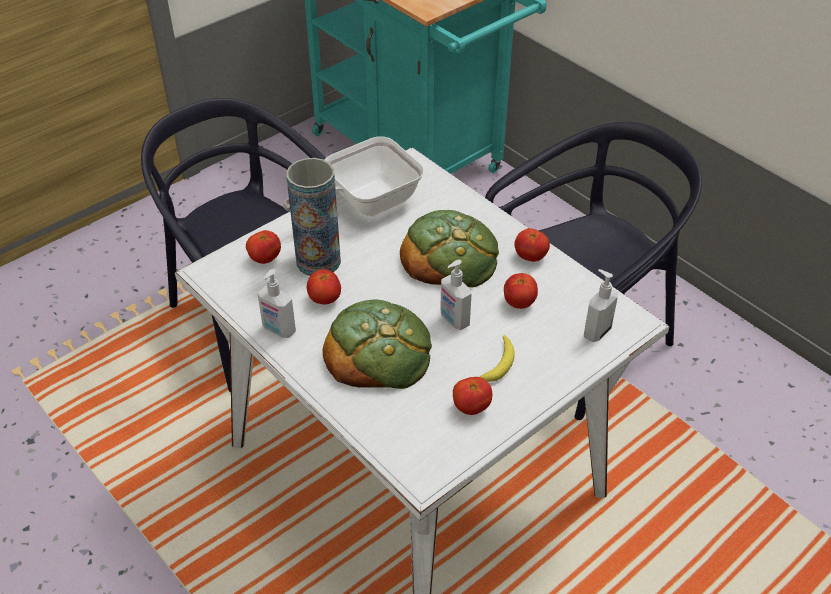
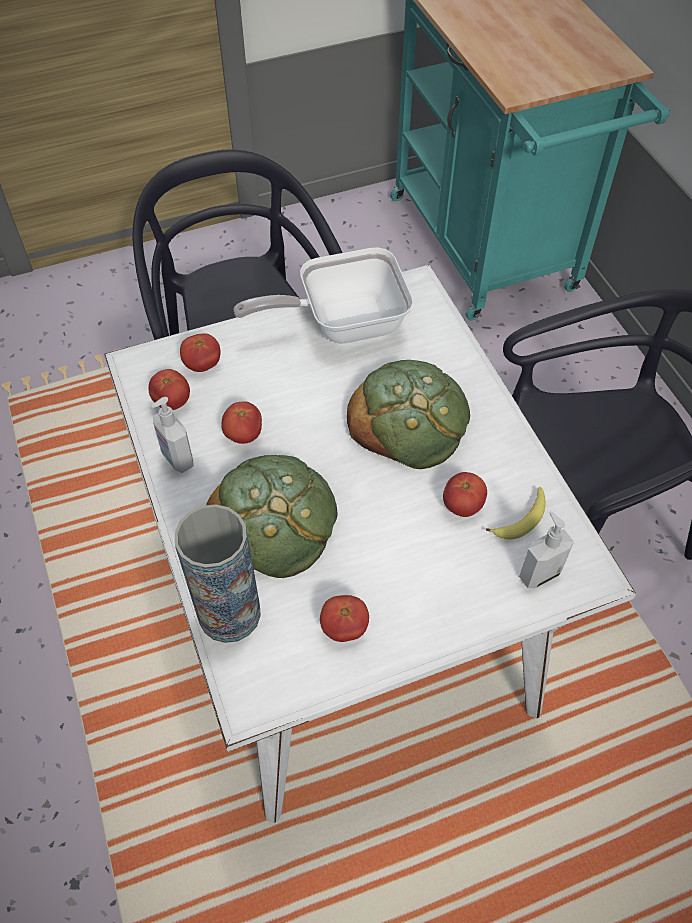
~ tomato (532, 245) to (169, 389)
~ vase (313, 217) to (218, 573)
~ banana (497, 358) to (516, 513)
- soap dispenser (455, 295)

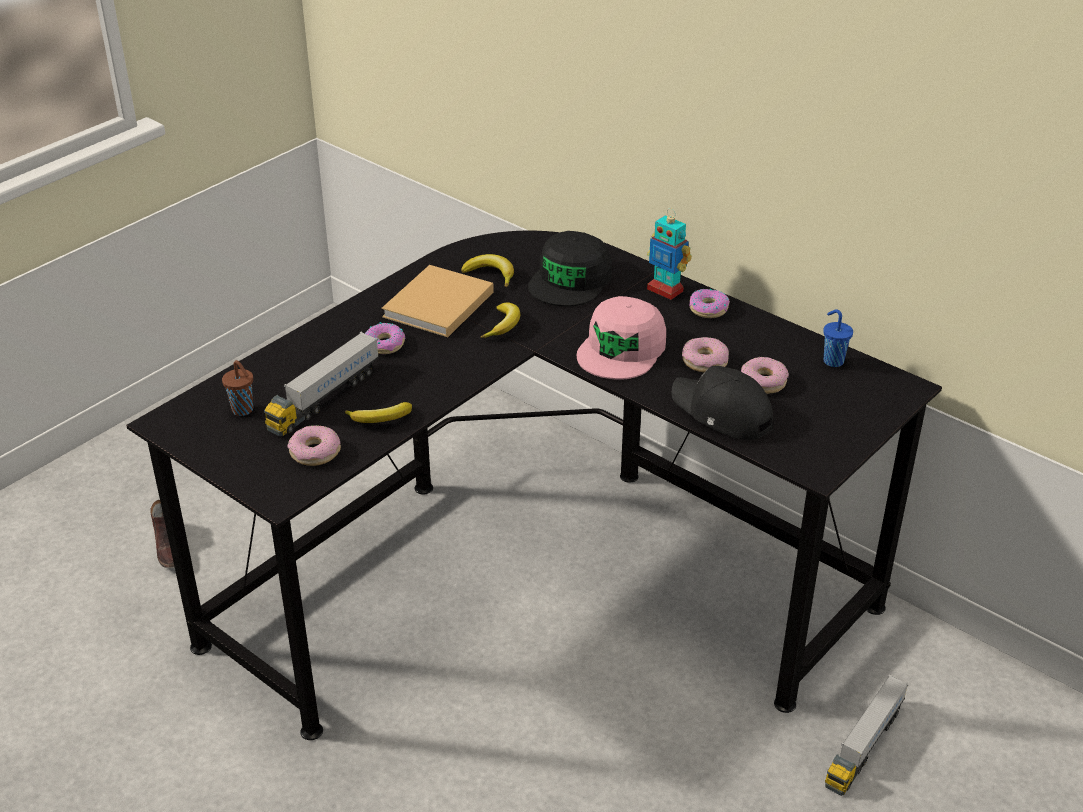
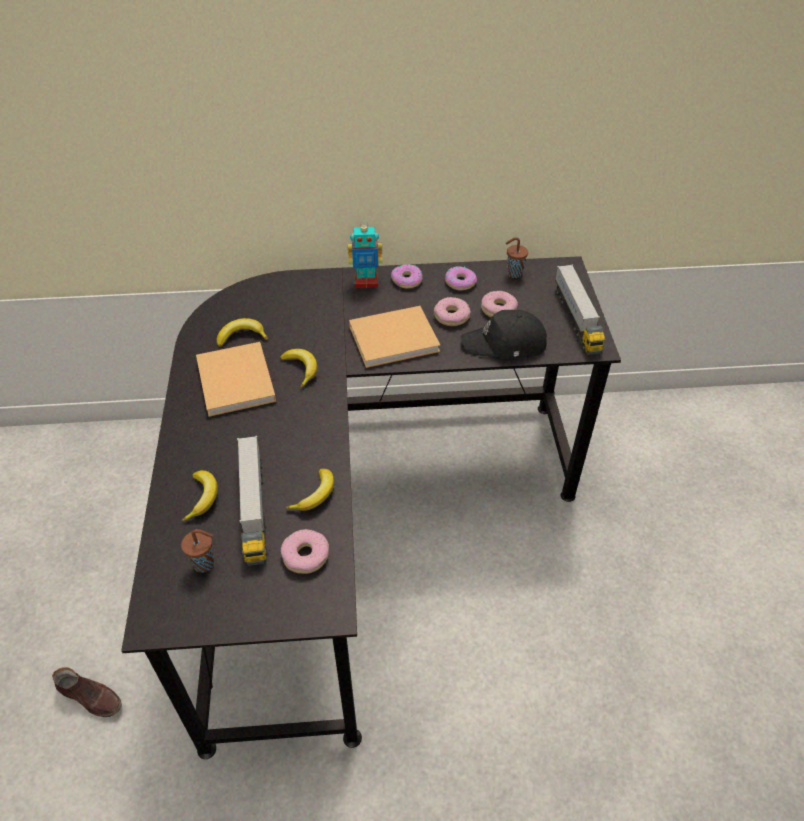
+ banana (200, 495)
~ pink cap (621, 338) to beige book (394, 337)
~ donut (385, 338) to (461, 278)
~ blue cup (838, 338) to brown cup (517, 257)
~ toy truck (867, 735) to (580, 310)
- black cap (570, 268)

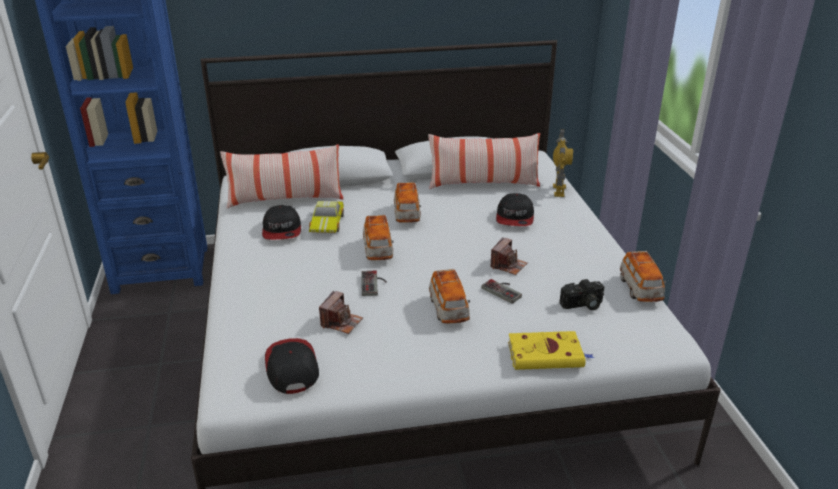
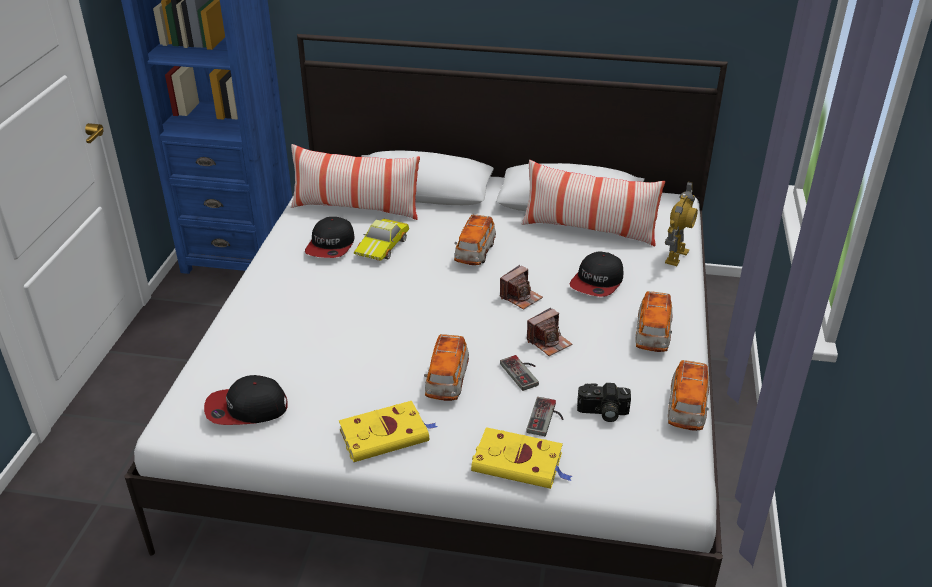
~ cap (292, 366) = (246, 400) 105 degrees counterclockwise
+ yellow book (388, 431)
~ photo camera (341, 312) to (521, 287)
~ game controller (374, 283) to (545, 416)
~ toy car (378, 237) to (654, 321)

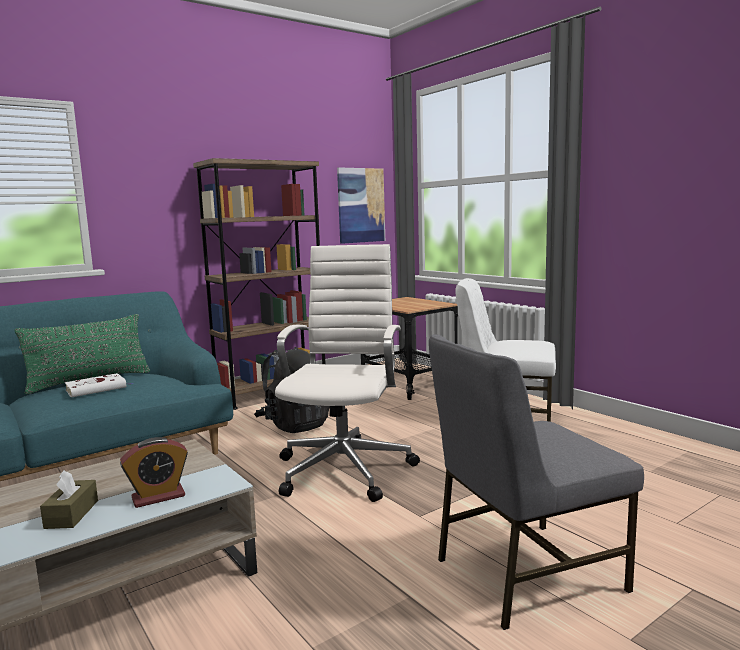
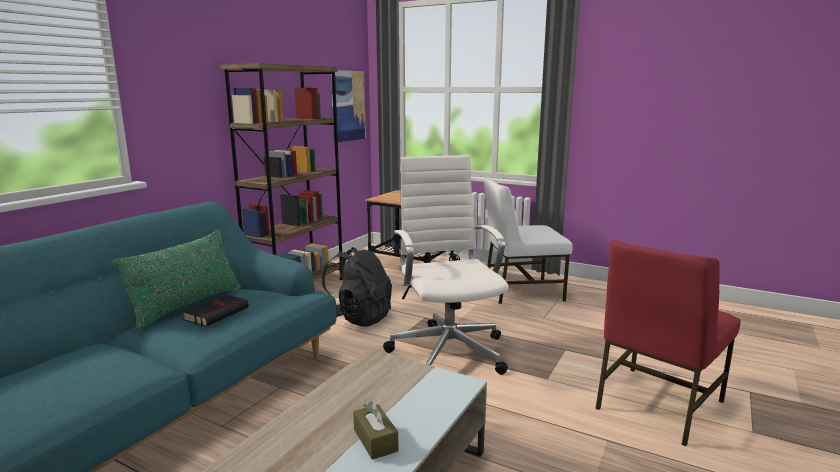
~ white book (98, 385) to black book (215, 310)
~ grey chair (536, 482) to red chair (668, 343)
- alarm clock (154, 472)

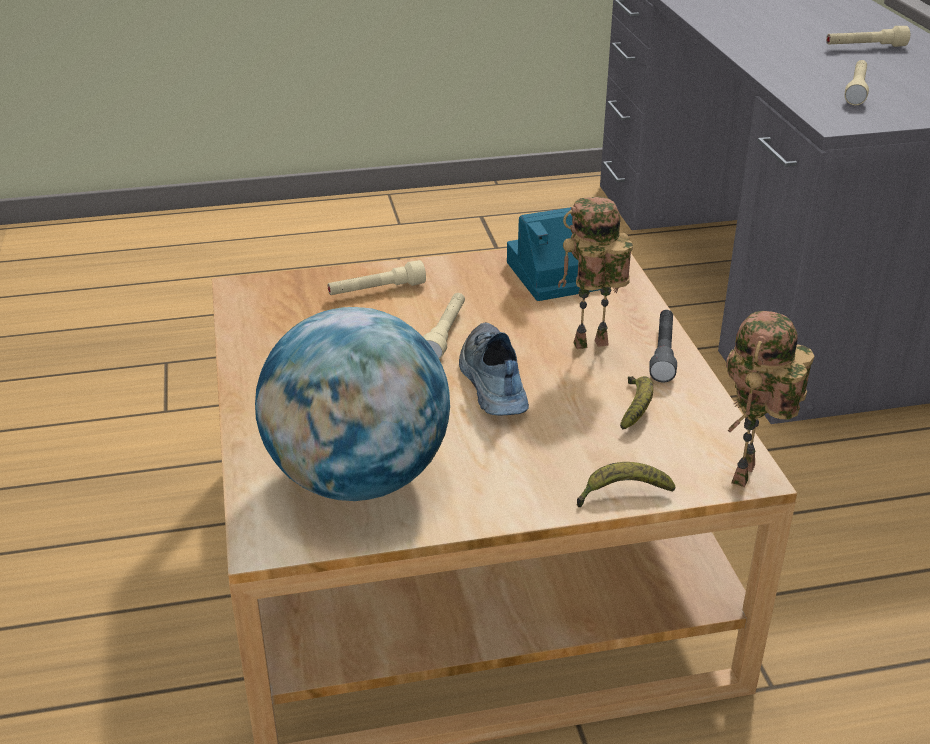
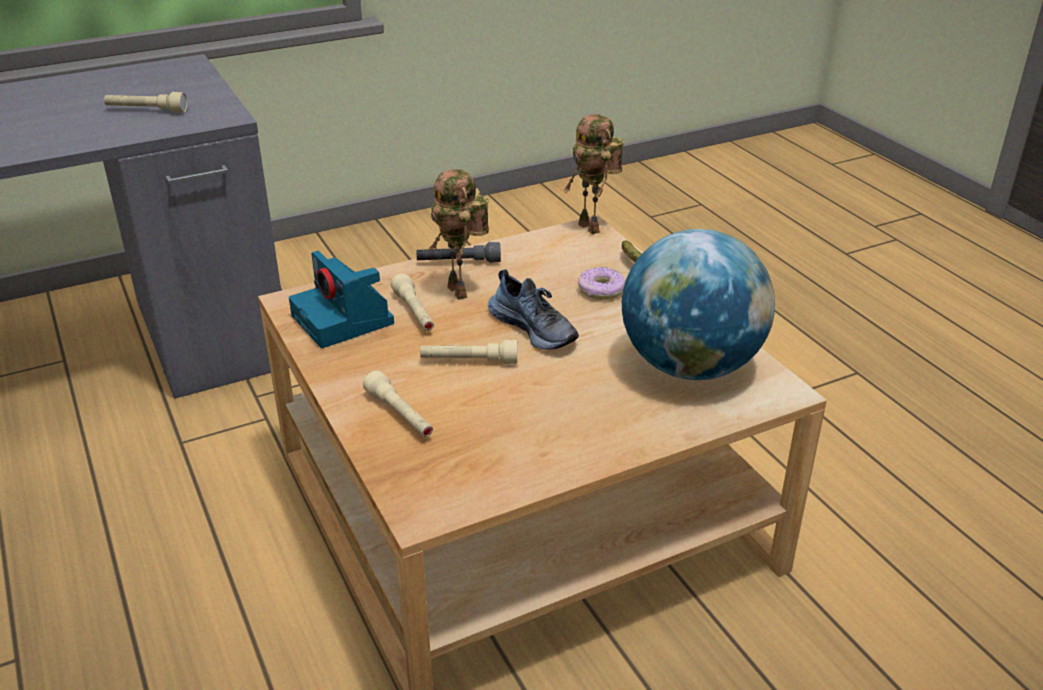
~ beige flashlight (868, 36) to (412, 302)
~ shoe (494, 368) = (533, 309) 105 degrees counterclockwise
~ toy robot (770, 399) = (594, 174) 45 degrees clockwise
+ donut (601, 283)
- banana (636, 403)

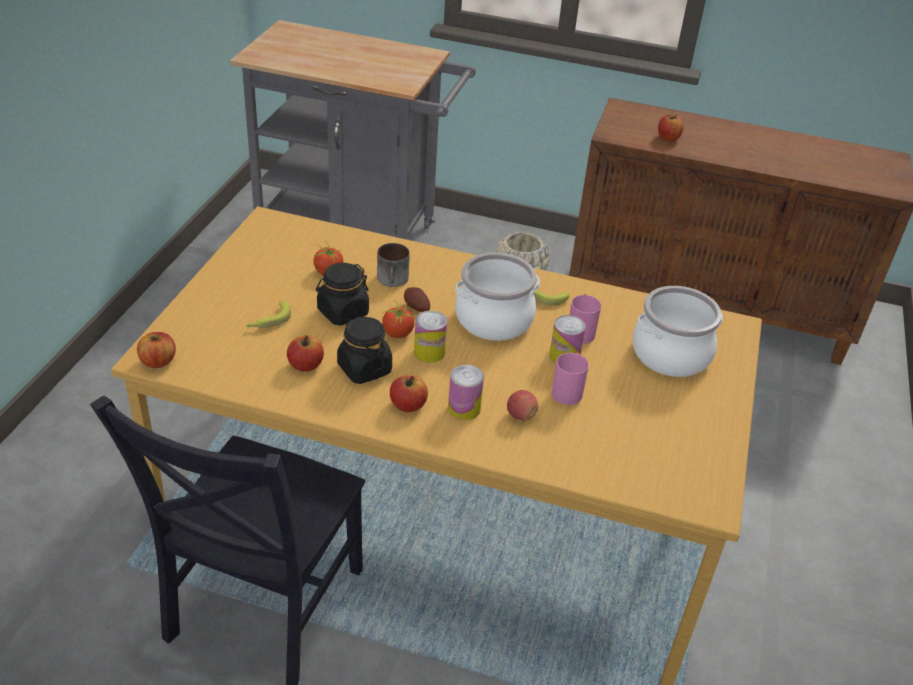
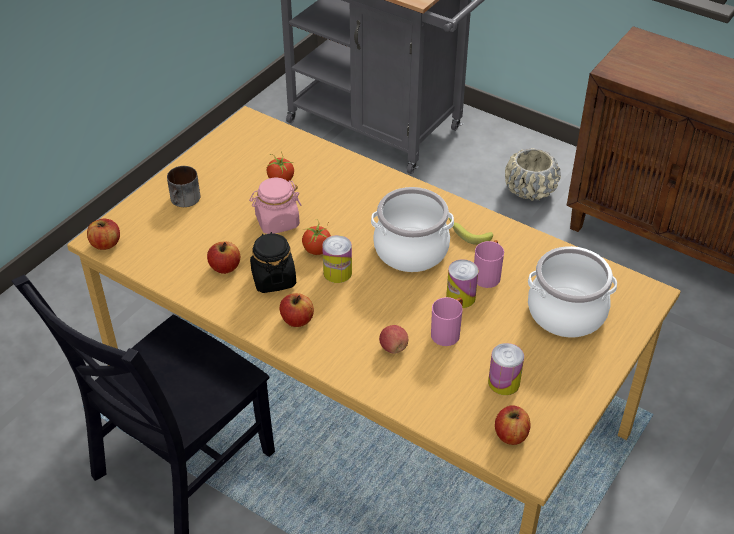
~ mug (393, 265) to (183, 186)
~ black jar (342, 294) to pink jar (275, 206)
~ can (466, 392) to (506, 369)
~ apple (670, 127) to (513, 425)
- banana (268, 314)
- potato (417, 299)

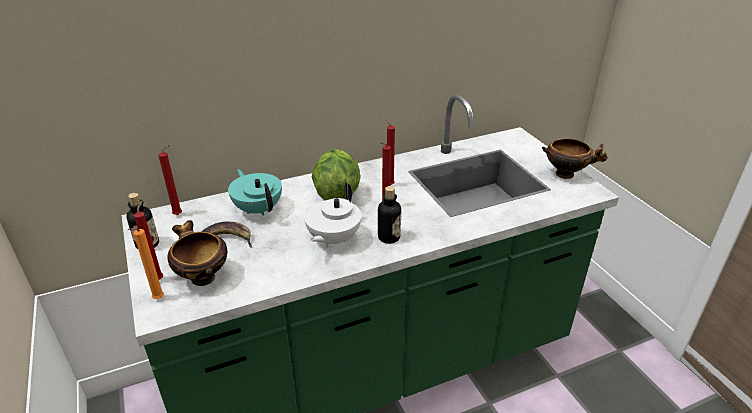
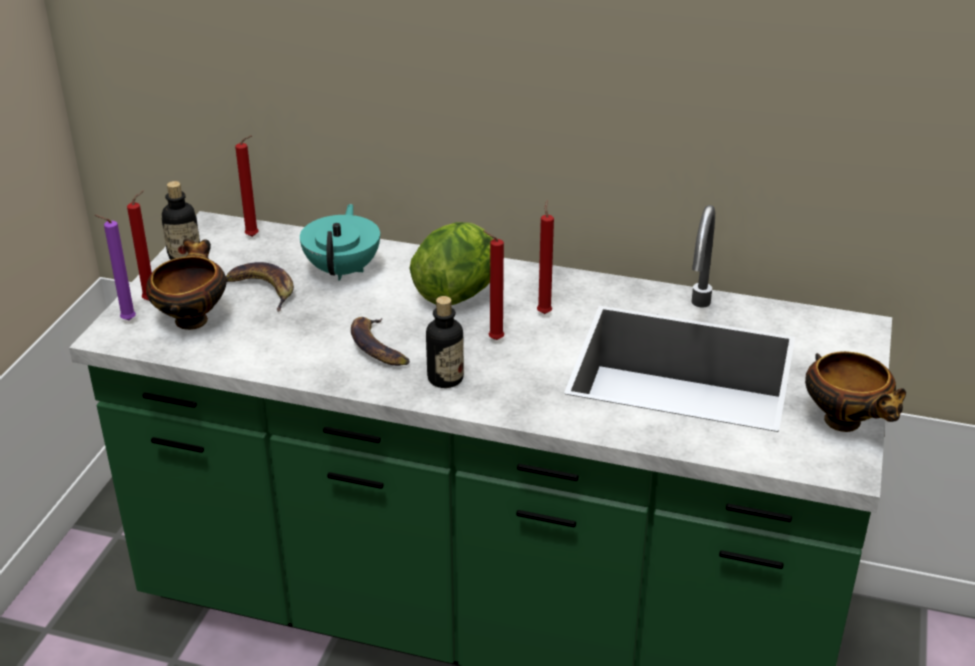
~ orange candle (146, 263) to purple candle (115, 267)
~ white teapot (333, 215) to banana (380, 341)

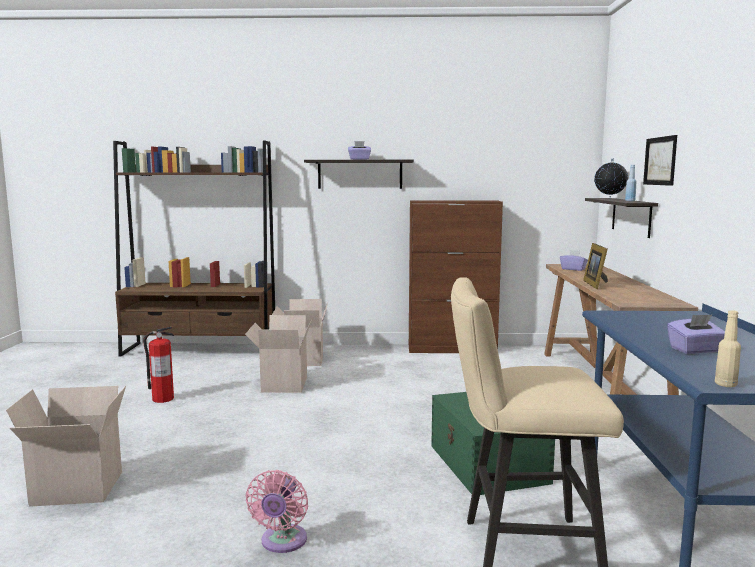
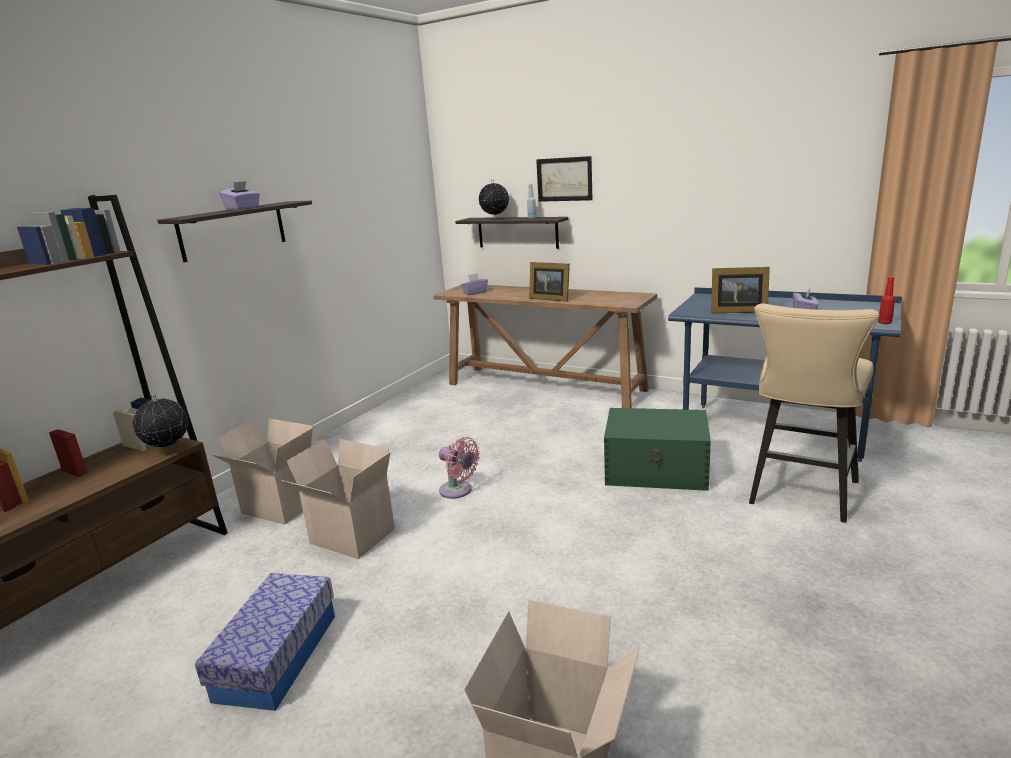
+ globe (160, 423)
~ fire extinguisher (158, 365) to storage box (265, 642)
~ pink fan (277, 511) to (459, 468)
+ picture frame (740, 290)
~ beige bottle (728, 348) to red bottle (886, 300)
- brown cabinet (456, 276)

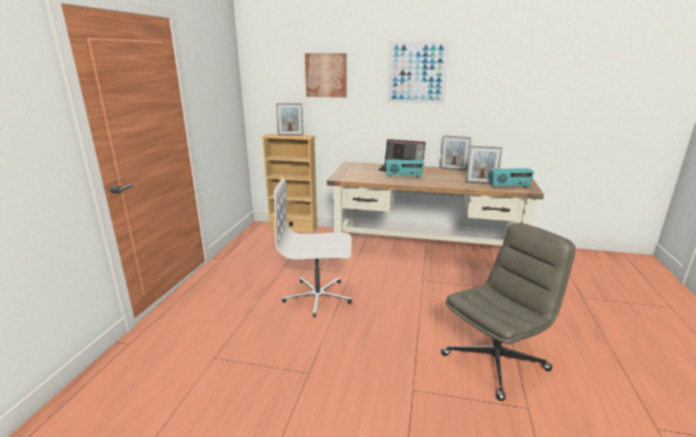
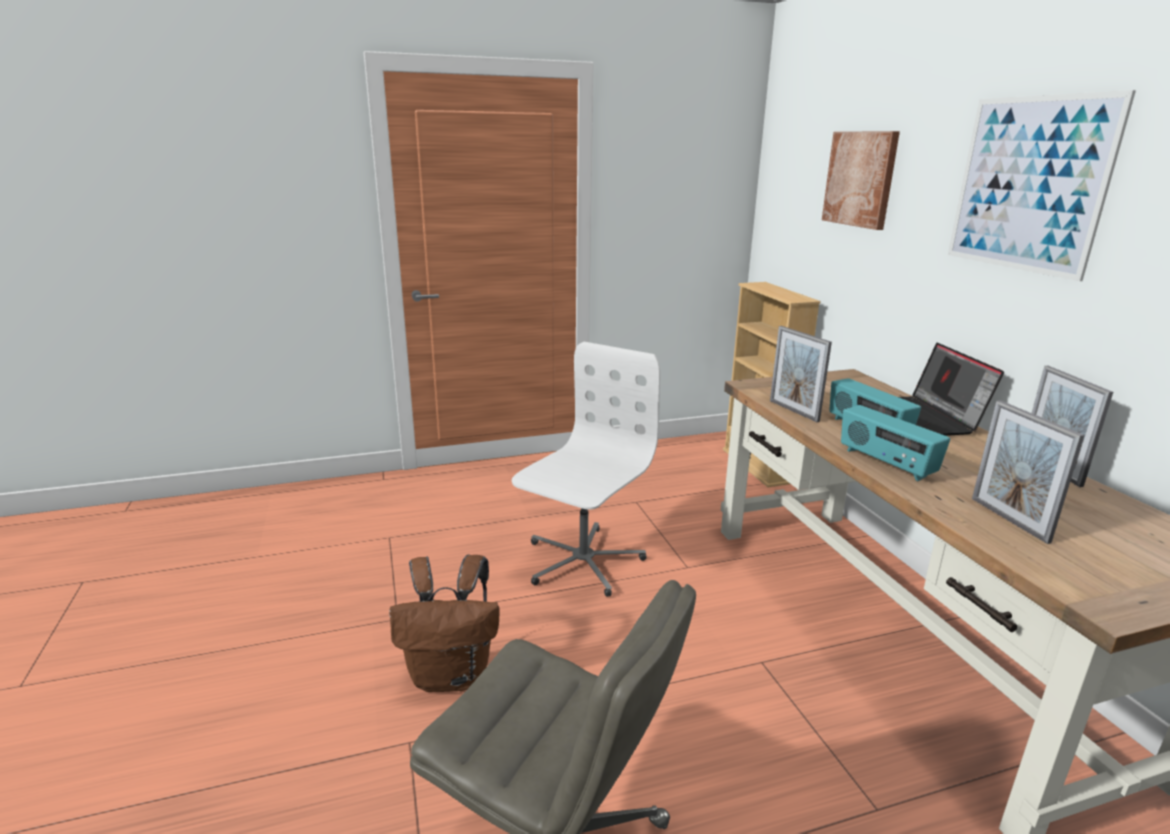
+ brown backpack (444, 623)
~ white office chair (313, 247) = (586, 469) 60 degrees clockwise
~ picture frame (290, 119) to (801, 374)
~ radio (511, 178) to (895, 443)

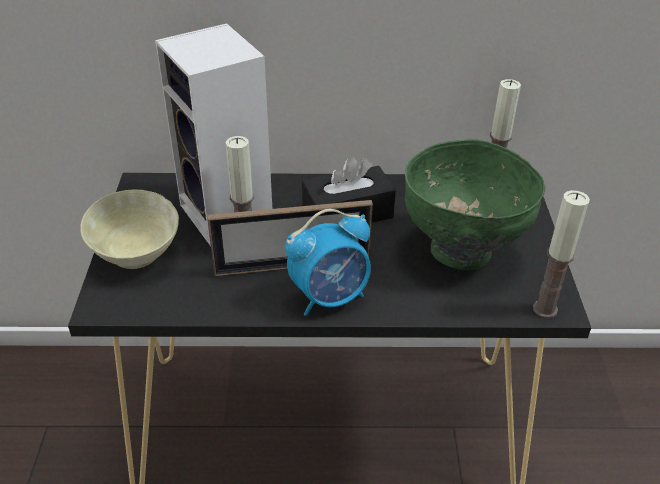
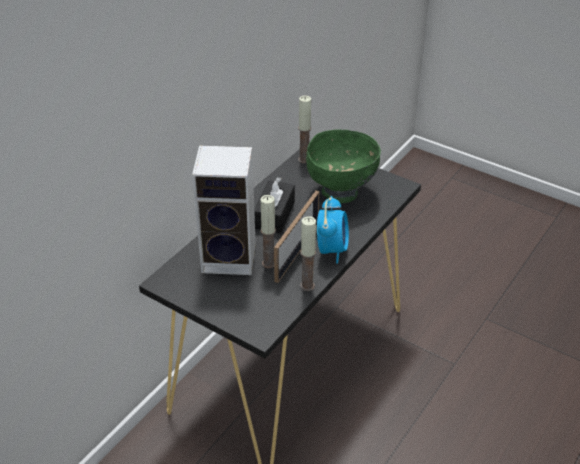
~ candle (561, 254) to (308, 253)
- beige bowl (129, 229)

